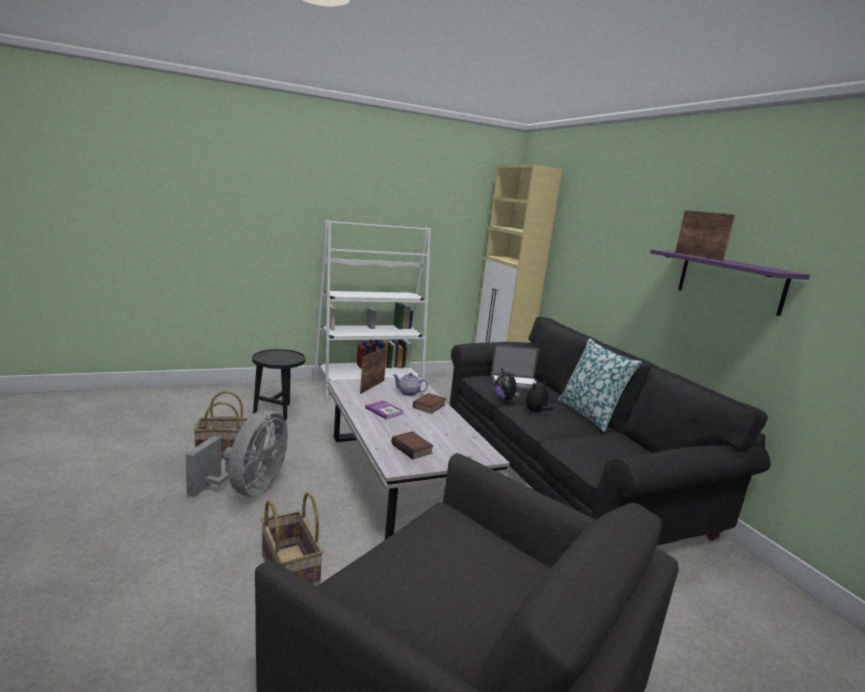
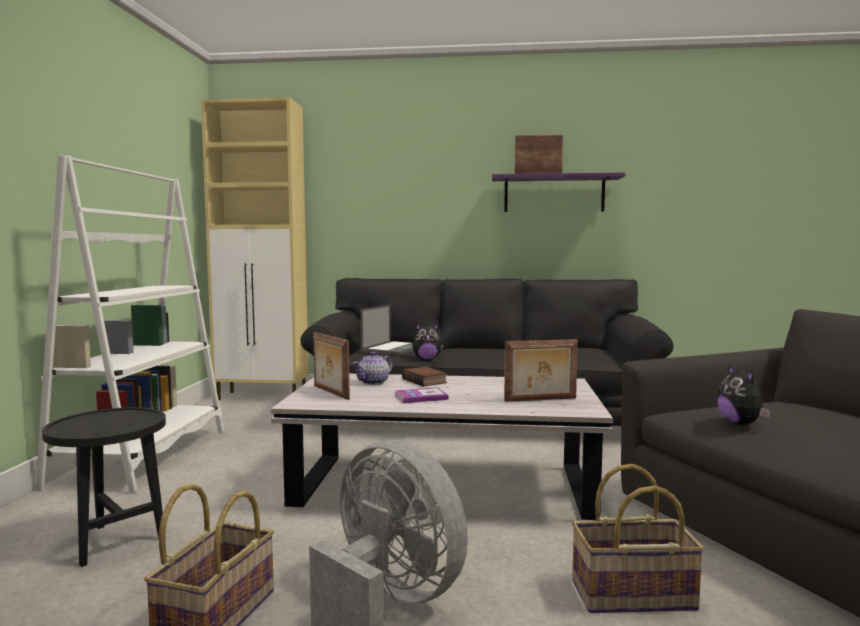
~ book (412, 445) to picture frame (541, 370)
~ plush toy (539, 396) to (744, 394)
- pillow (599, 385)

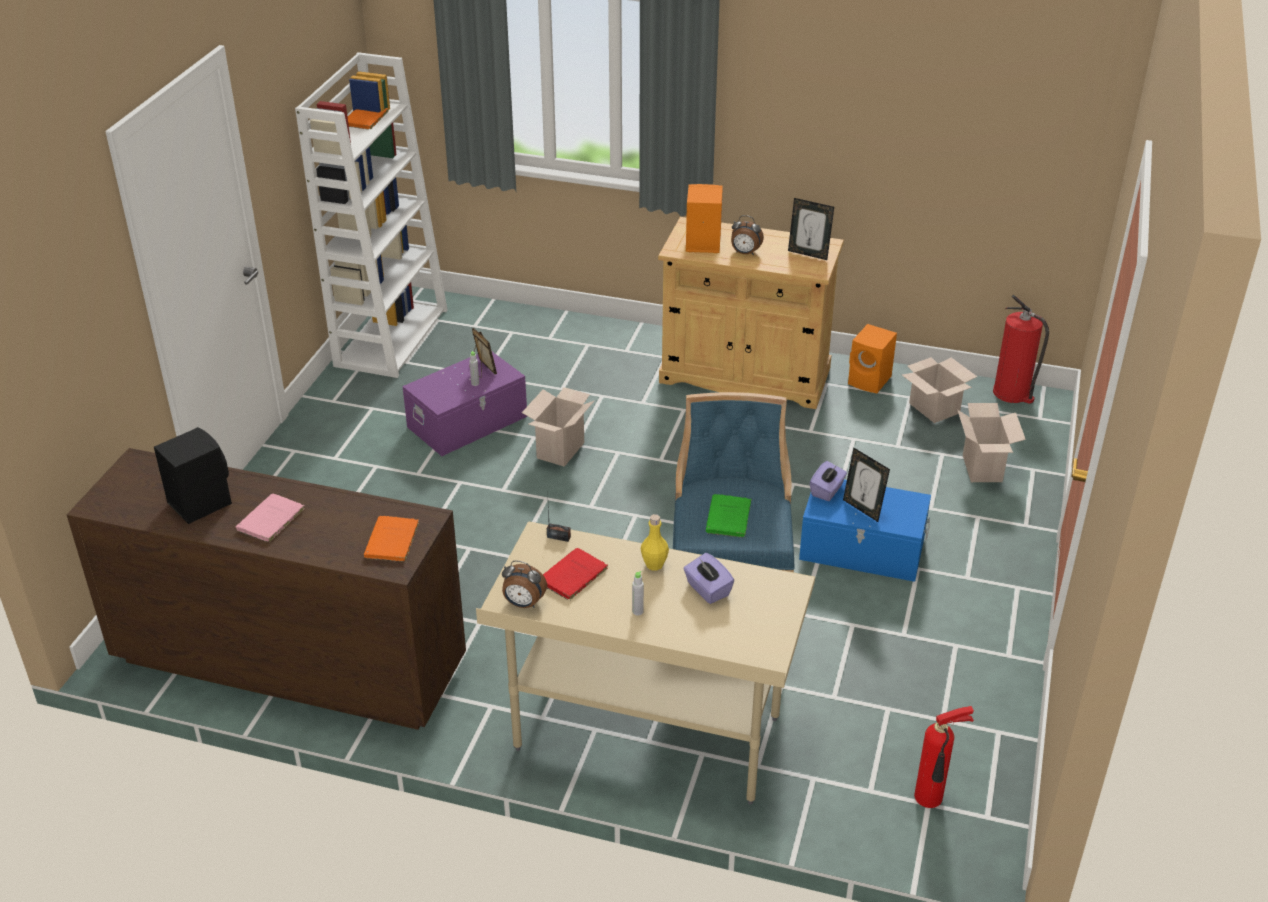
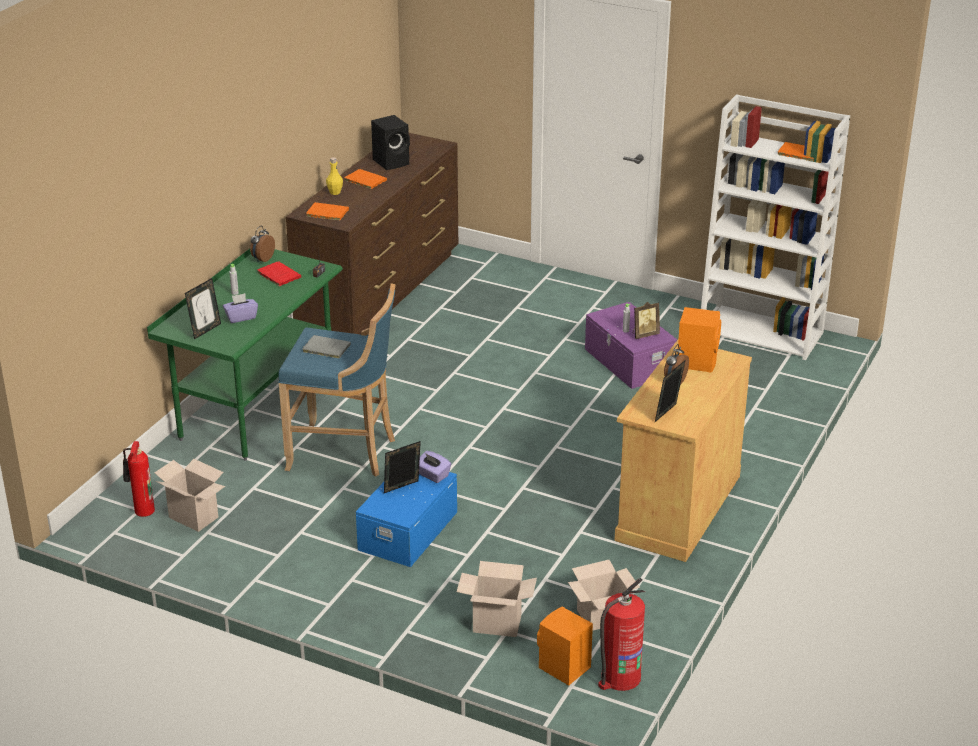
~ beige desk (645, 663) to green desk (245, 355)
~ cardboard box (558, 427) to (190, 495)
+ picture frame (203, 309)
~ green book (729, 516) to grey book (327, 347)
~ yellow bottle (654, 542) to (334, 176)
~ pink book (270, 518) to orange book (365, 179)
~ orange speaker (872, 358) to (565, 645)

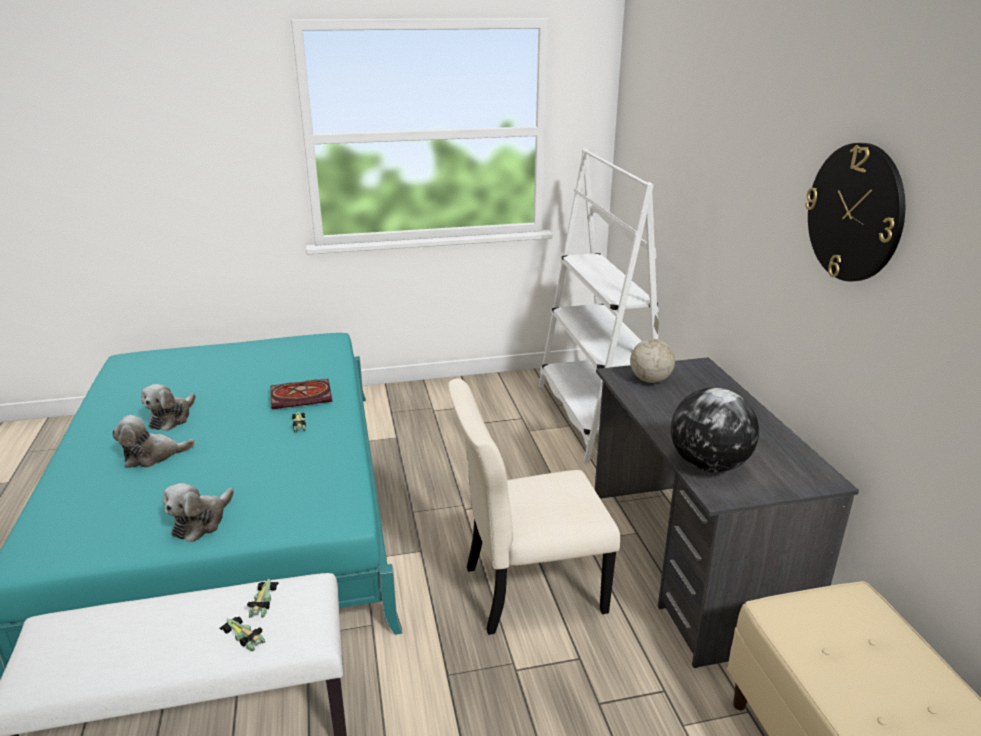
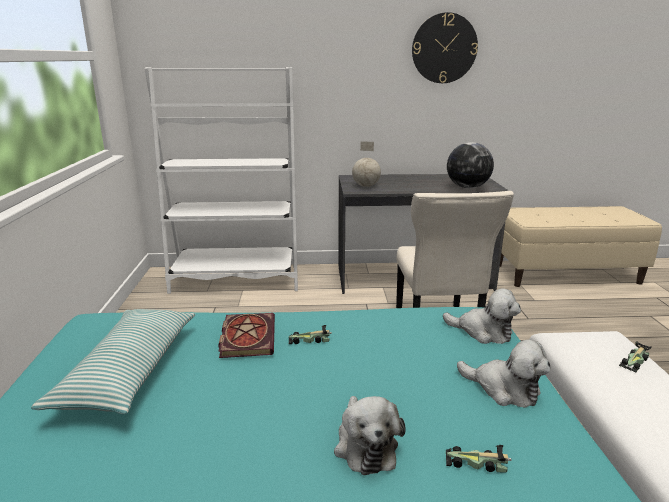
+ pillow (113, 361)
~ plush toy (168, 407) to (482, 316)
~ toy car (263, 598) to (478, 458)

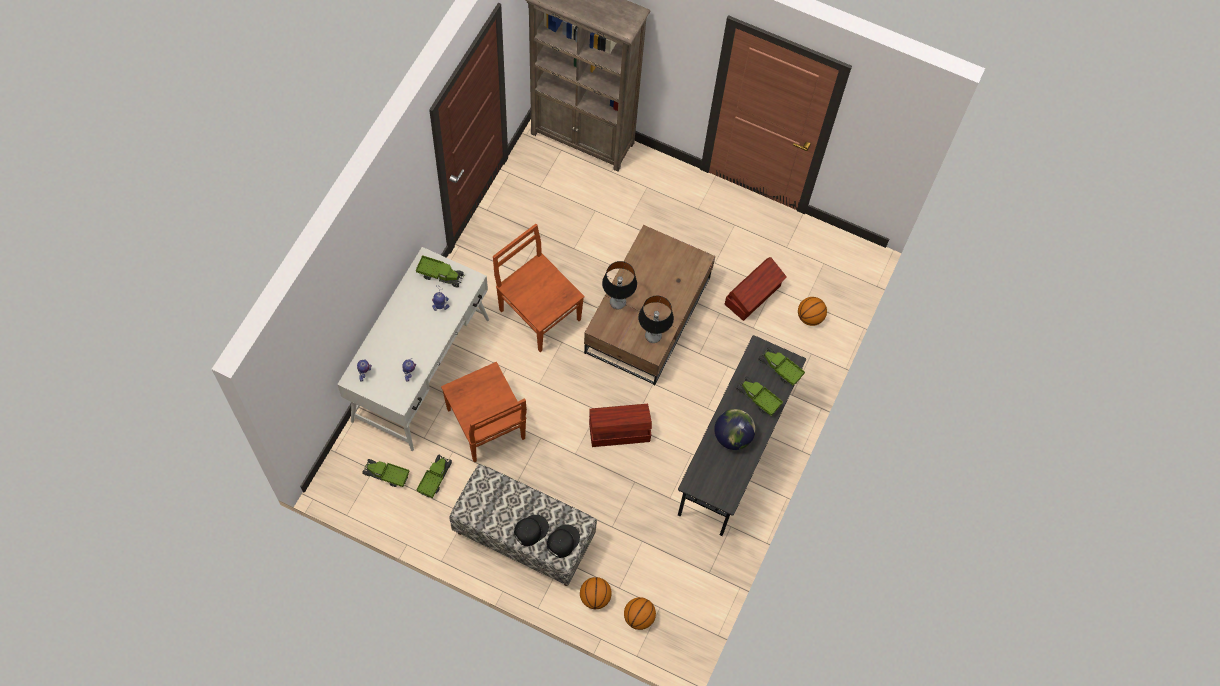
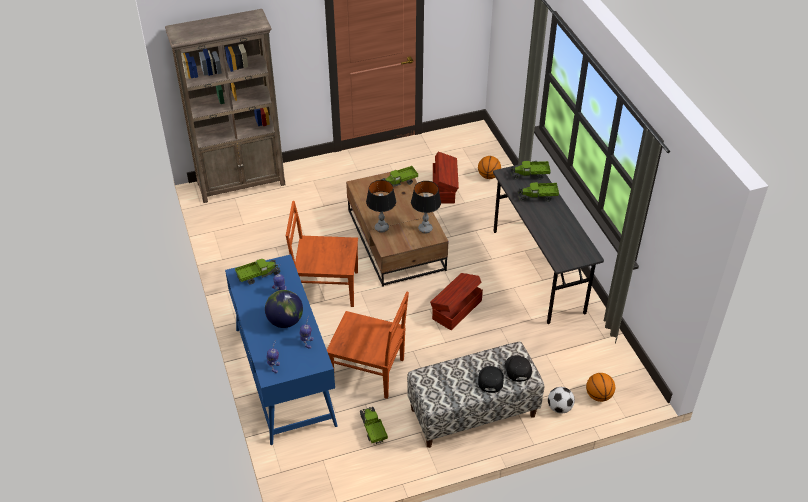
~ white desk (413, 349) to blue desk (281, 349)
~ globe (734, 429) to (284, 309)
~ toy truck (386, 473) to (399, 176)
~ basketball (596, 593) to football (561, 400)

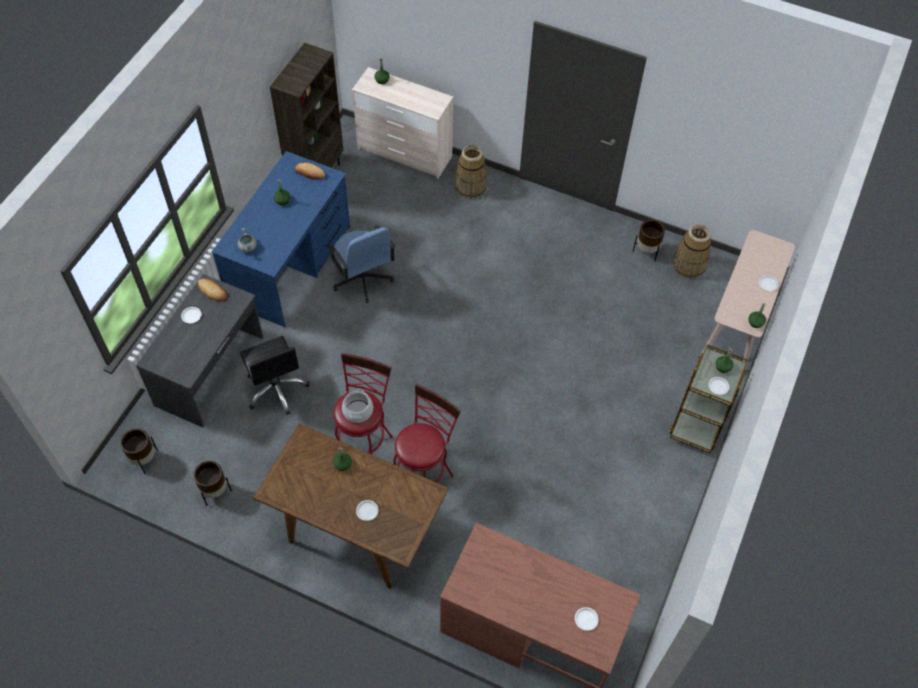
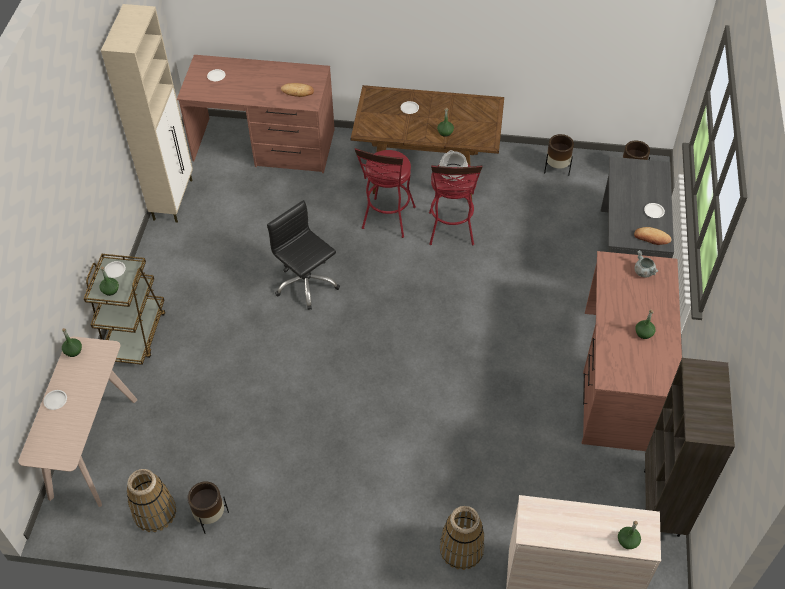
+ beige cabinet (147, 113)
~ black office chair (275, 375) to (303, 255)
~ bread (310, 171) to (297, 90)
~ blue desk (281, 239) to brown desk (631, 351)
- blue office chair (361, 264)

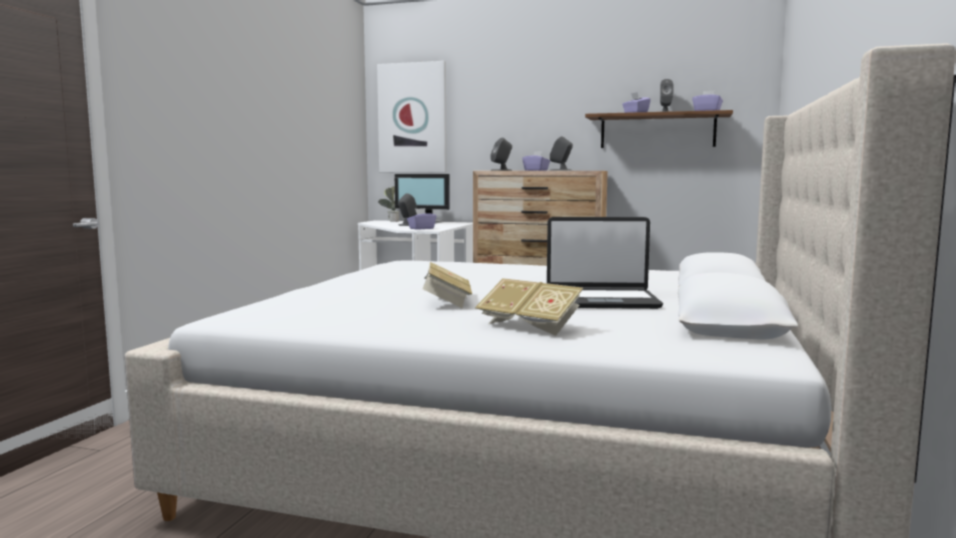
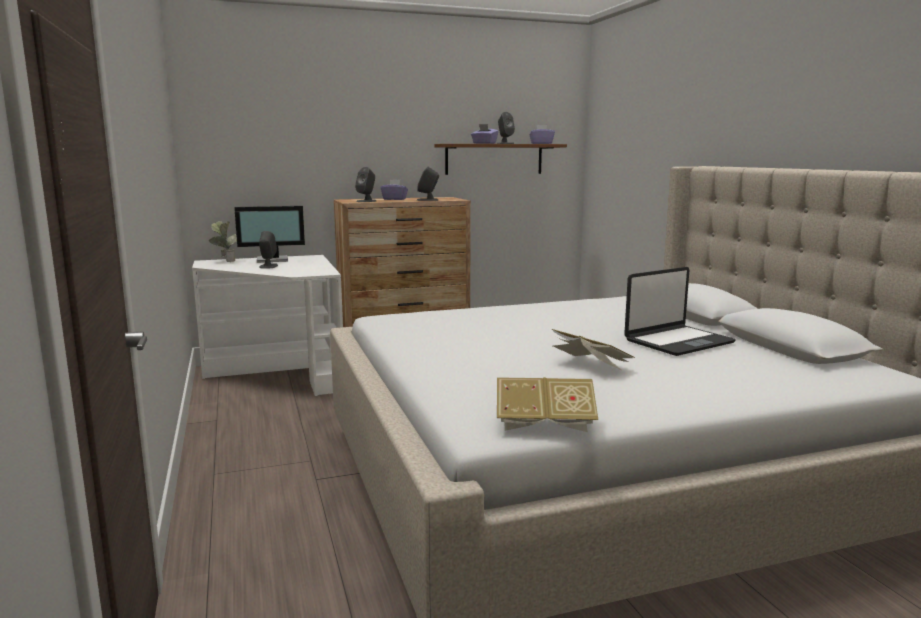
~ book (529, 307) to (547, 404)
- picture (412, 117)
- purple tissue box (421, 219)

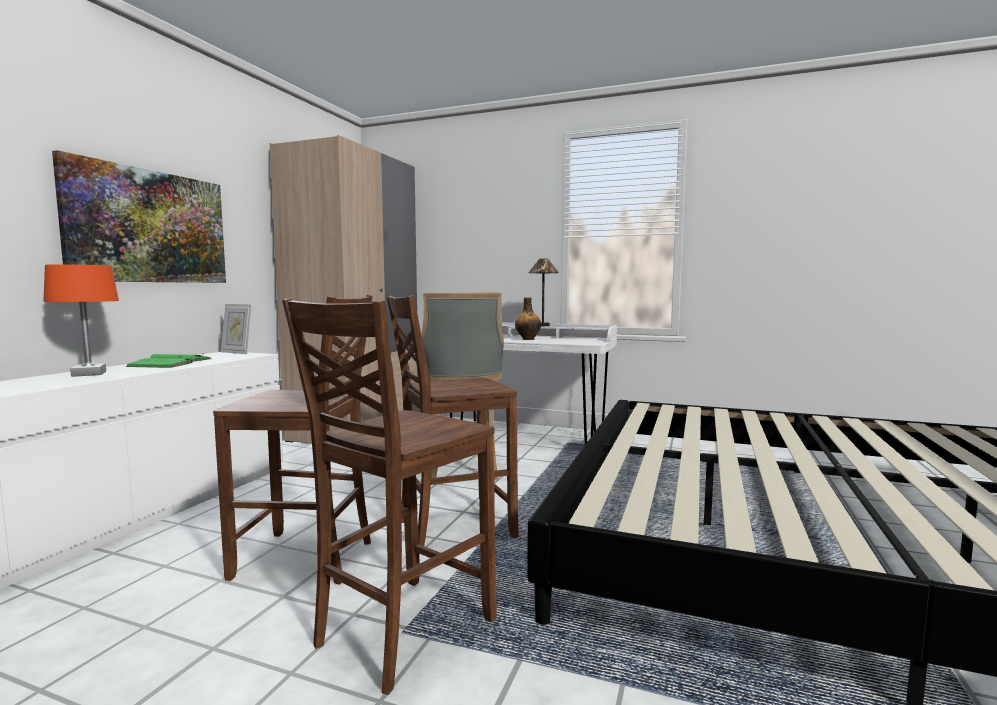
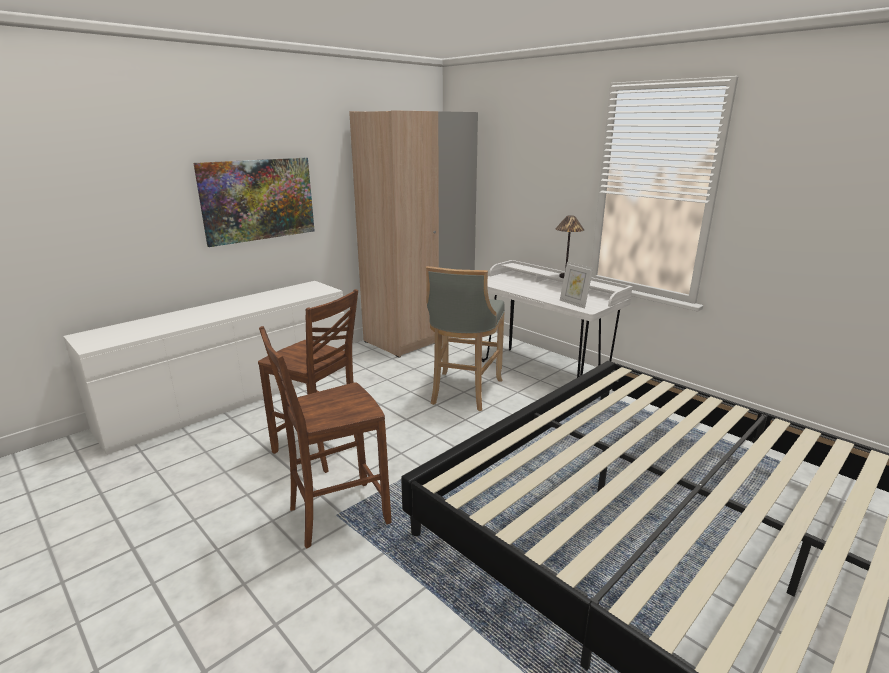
~ picture frame (236, 329) to (576, 285)
- orange table lamp (81, 320)
- green book (168, 360)
- brown chair (452, 420)
- bottle (528, 318)

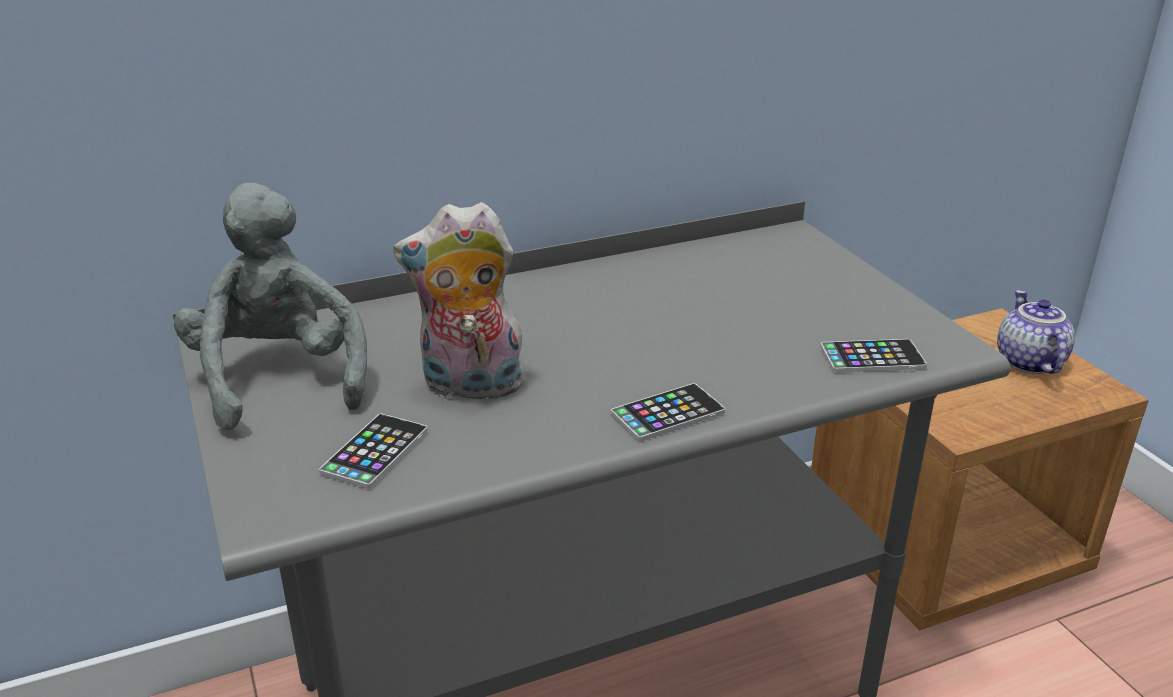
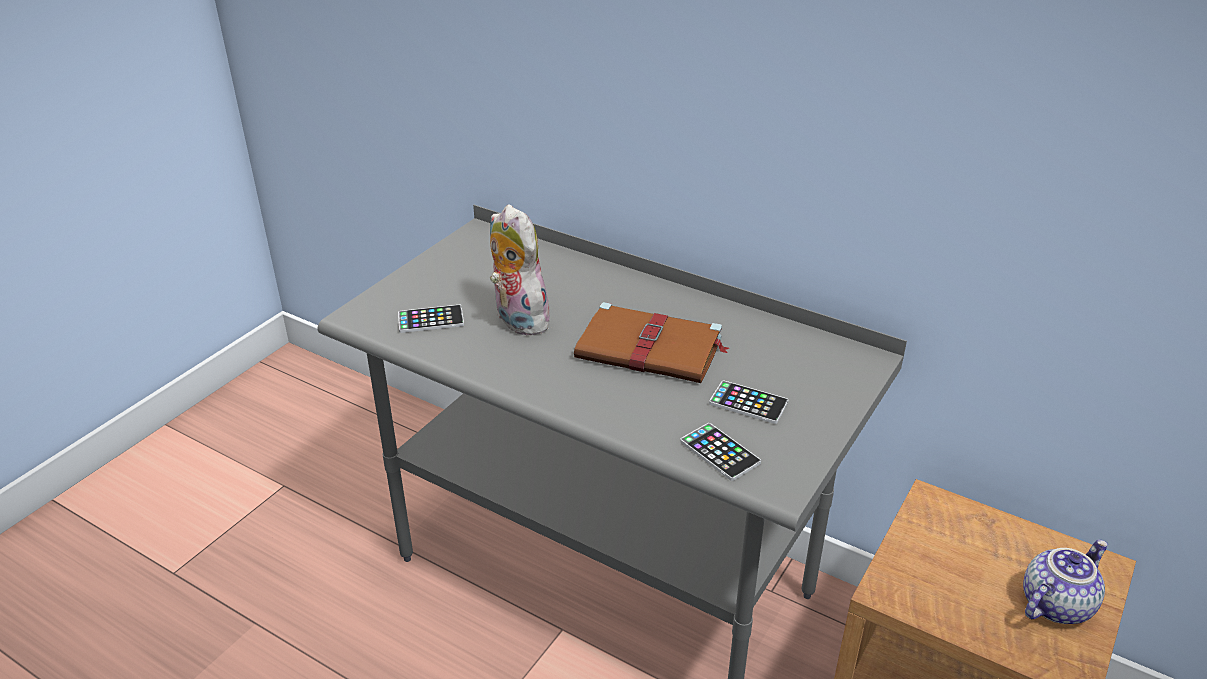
+ brown book (651, 342)
~ phone (668, 412) to (748, 402)
- grey plush toy (270, 306)

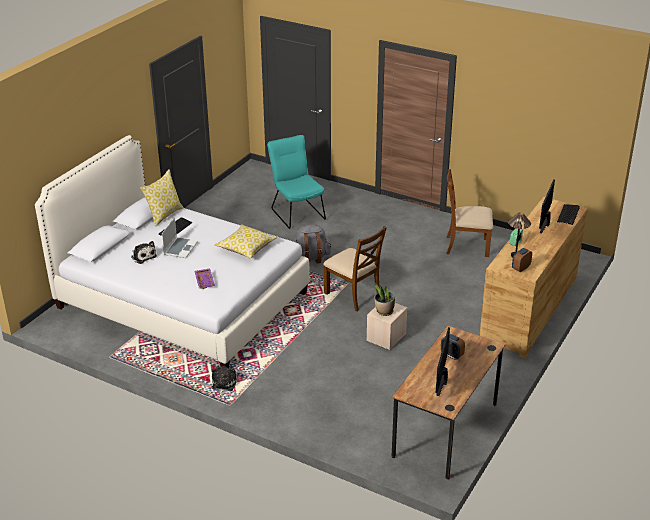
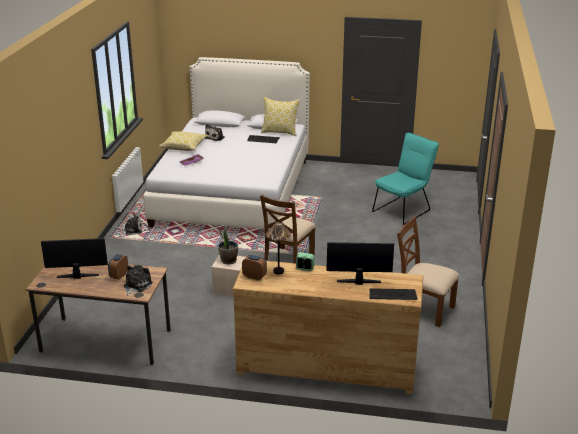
+ plush toy (138, 280)
~ pillow (246, 241) to (183, 141)
~ brown chair (469, 213) = (428, 272) 45 degrees counterclockwise
- laptop (180, 237)
- grey backpack (312, 244)

